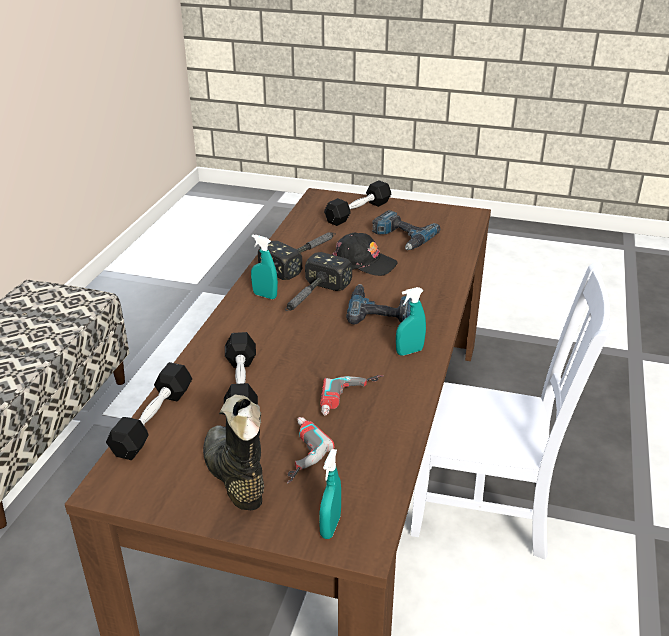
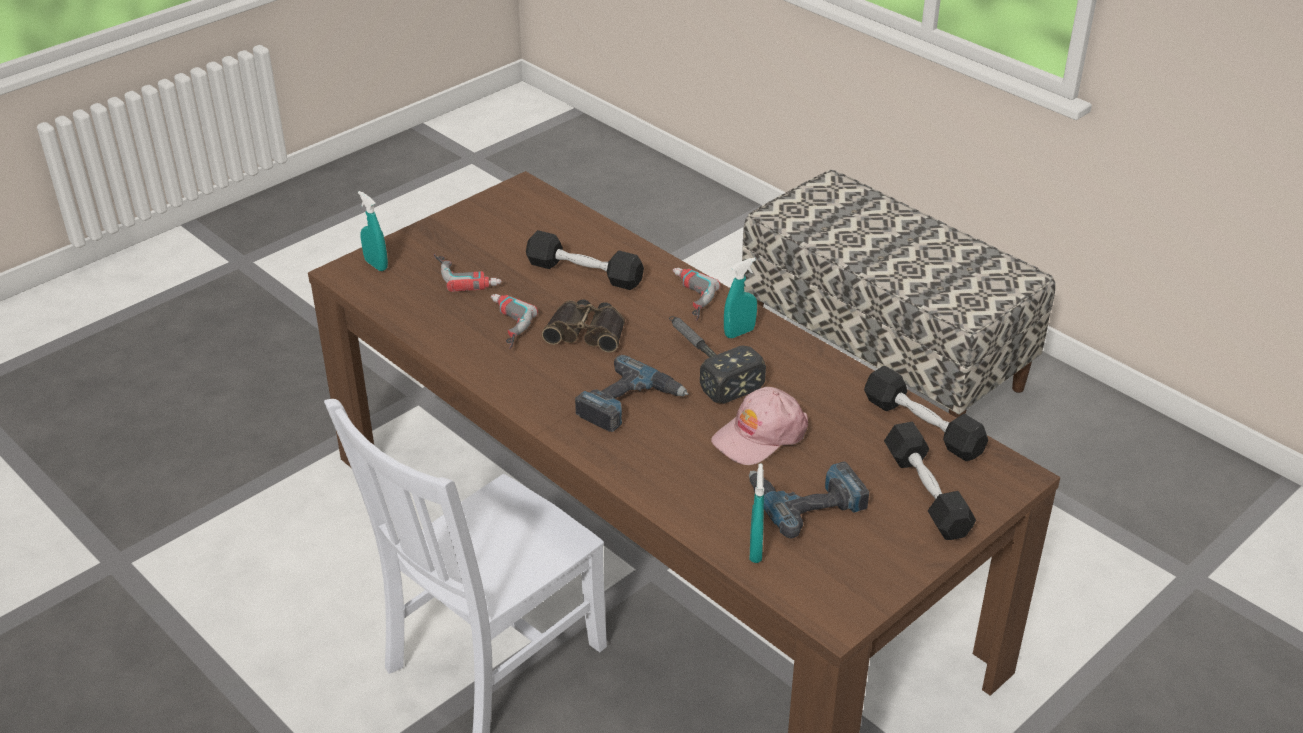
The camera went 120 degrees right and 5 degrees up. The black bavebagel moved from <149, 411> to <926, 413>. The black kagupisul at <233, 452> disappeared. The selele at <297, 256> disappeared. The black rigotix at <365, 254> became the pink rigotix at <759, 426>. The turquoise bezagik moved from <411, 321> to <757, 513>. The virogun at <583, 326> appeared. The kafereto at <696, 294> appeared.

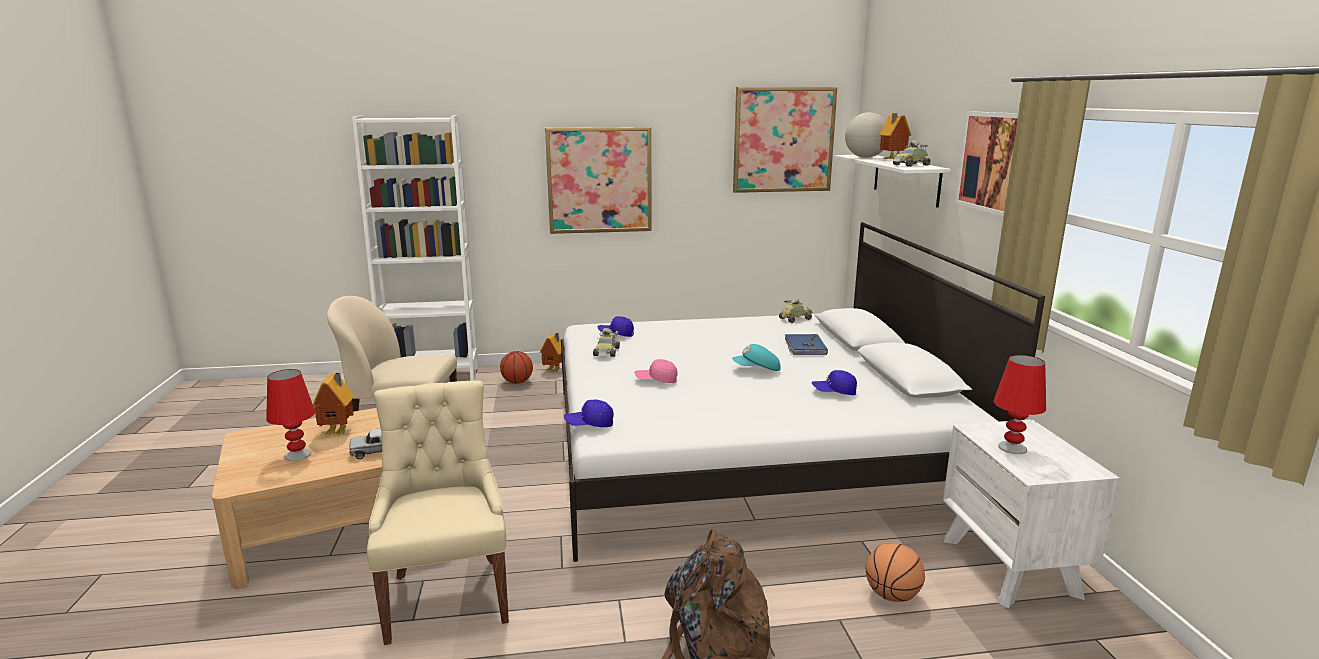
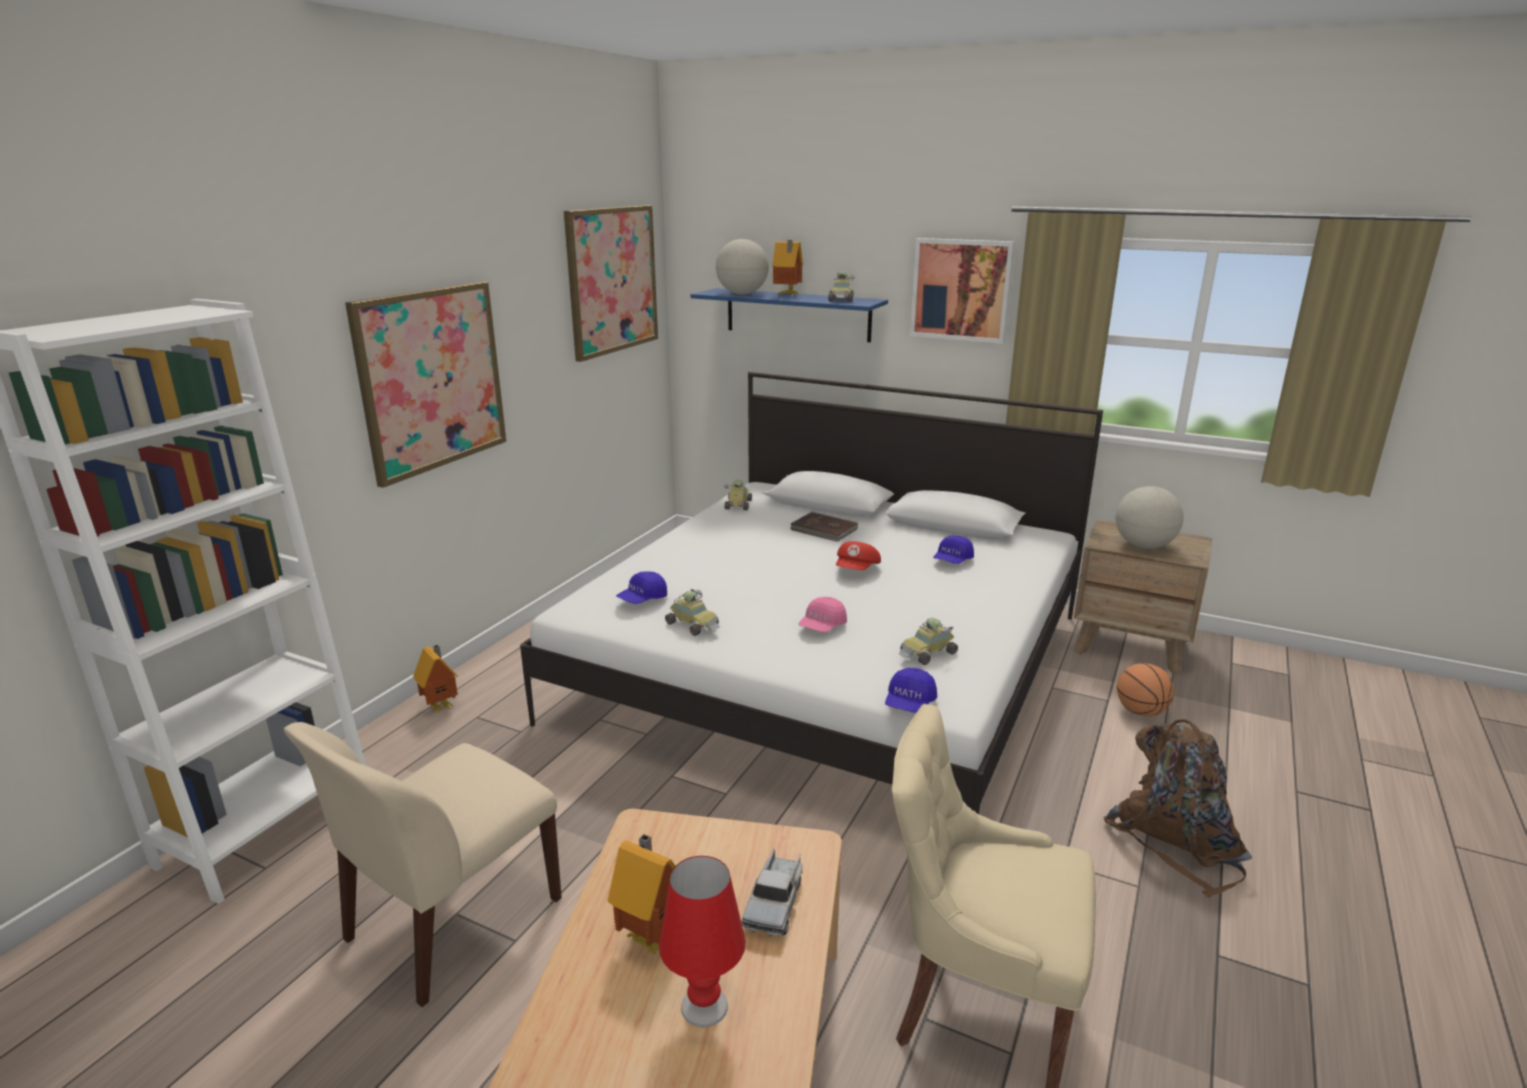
The camera went 55 degrees left and 5 degrees up. The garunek at <516, 367> disappeared. The turquoise rigotix at <756, 357> became the red rigotix at <858, 555>. The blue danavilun at <806, 344> became the brown danavilun at <824, 527>. The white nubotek at <892, 181> became the blue nubotek at <789, 315>. The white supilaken at <1031, 513> became the brown supilaken at <1142, 597>. The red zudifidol at <1020, 404> was replaced by the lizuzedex at <1150, 517>. The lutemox at <928, 641> appeared.

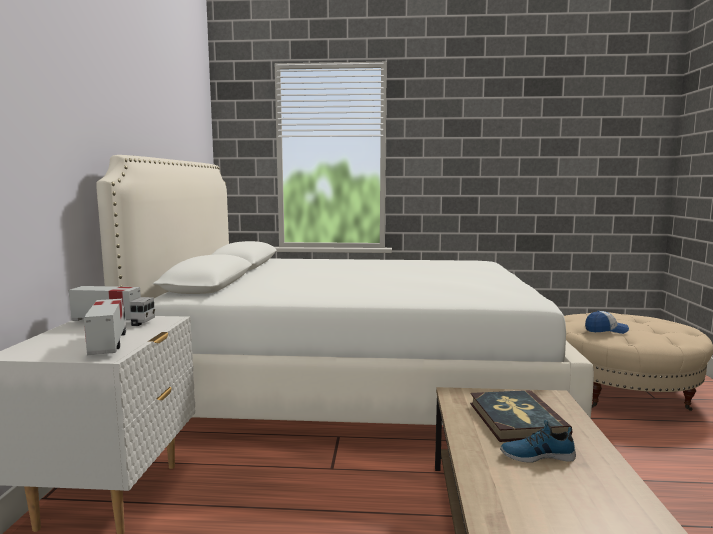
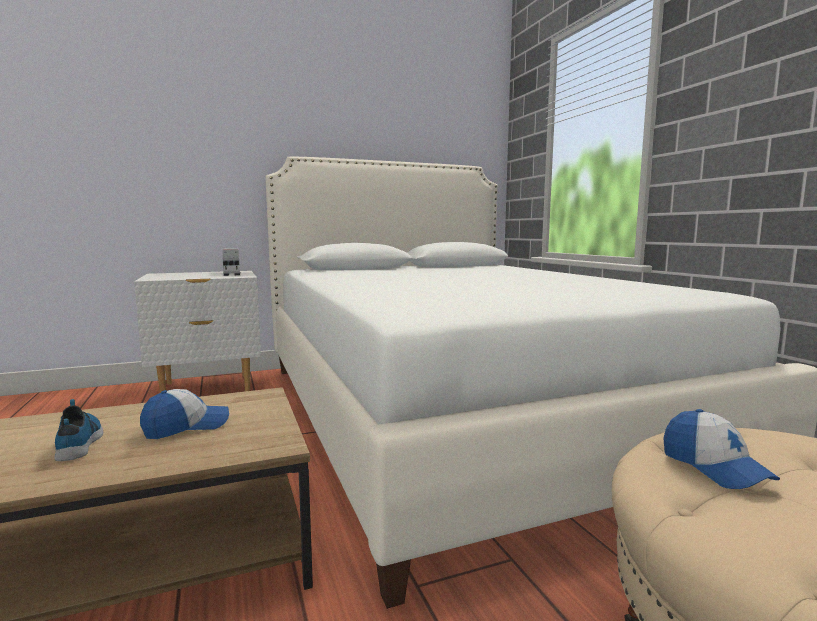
The camera went 65 degrees right and 0 degrees up. The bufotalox at <105, 327> disappeared. The danavilun at <521, 416> was replaced by the rigotix at <184, 414>.

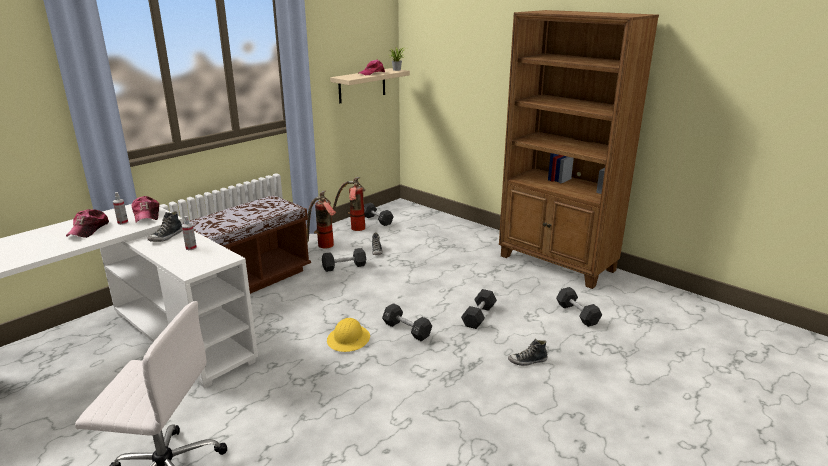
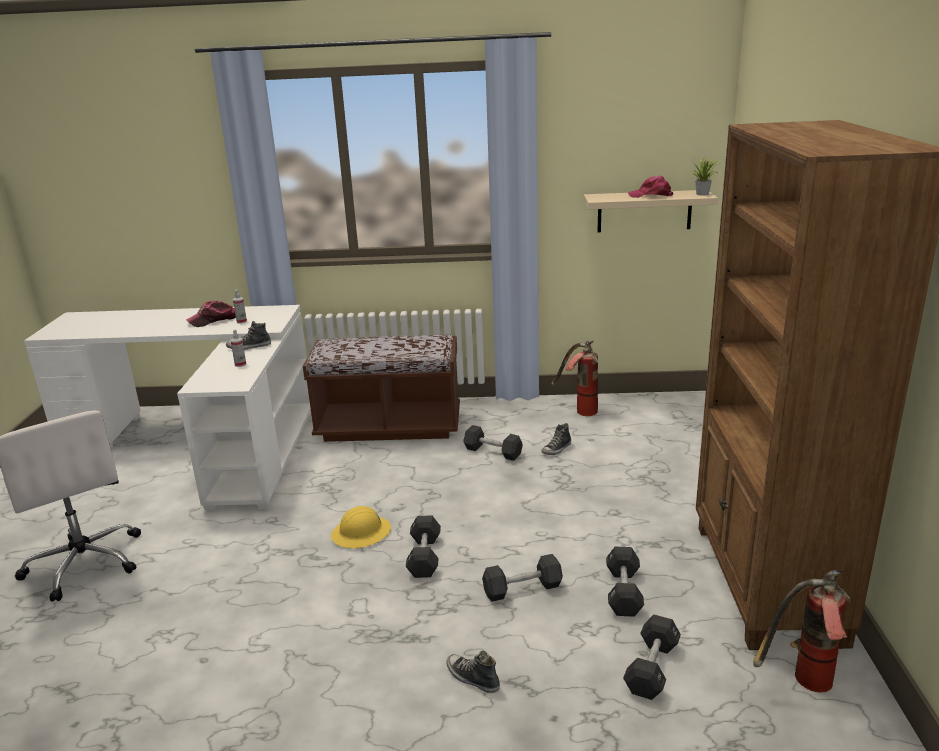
The camera went 50 degrees right and 0 degrees up. The rigotix at <145, 209> disappeared. The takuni moved from <321, 220> to <801, 631>. The black bavebagel moved from <379, 214> to <625, 581>.

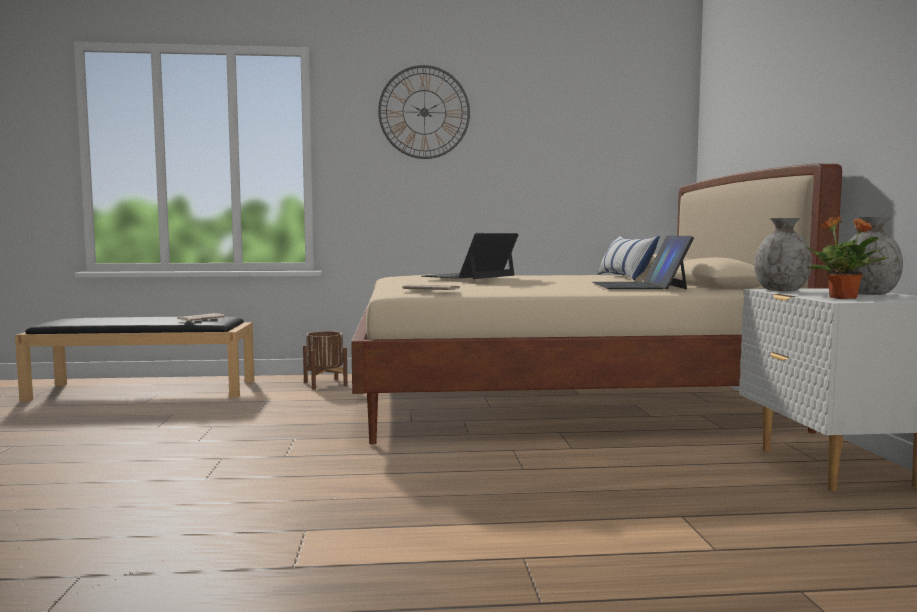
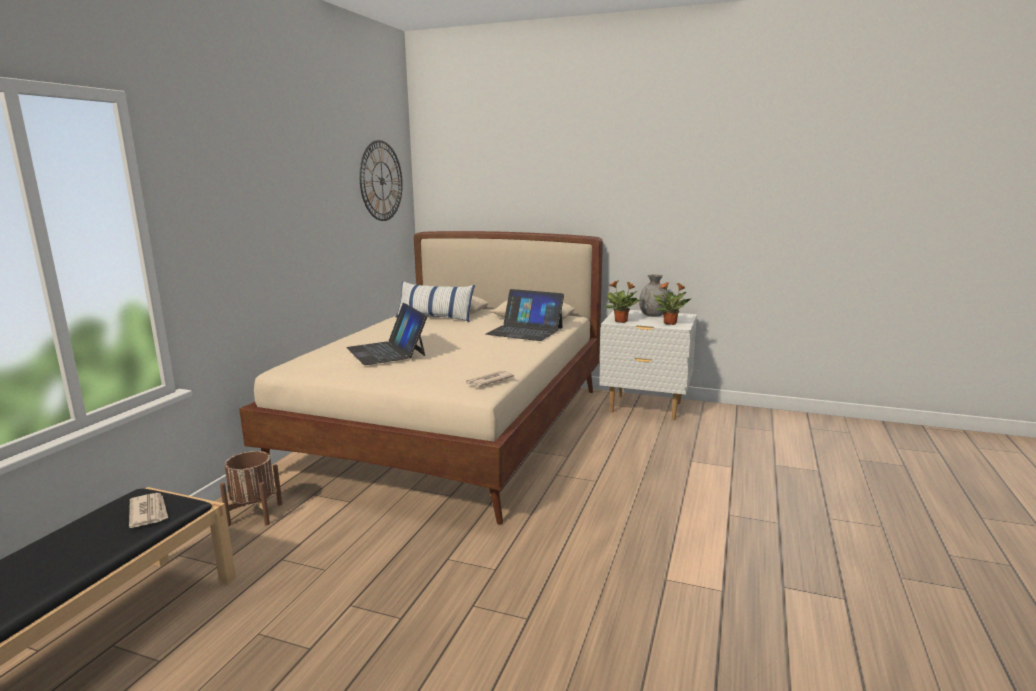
The camera went 65 degrees left and 10 degrees up. The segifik moved from <424, 112> to <381, 180>. The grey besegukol at <783, 254> was replaced by the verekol at <622, 301>.

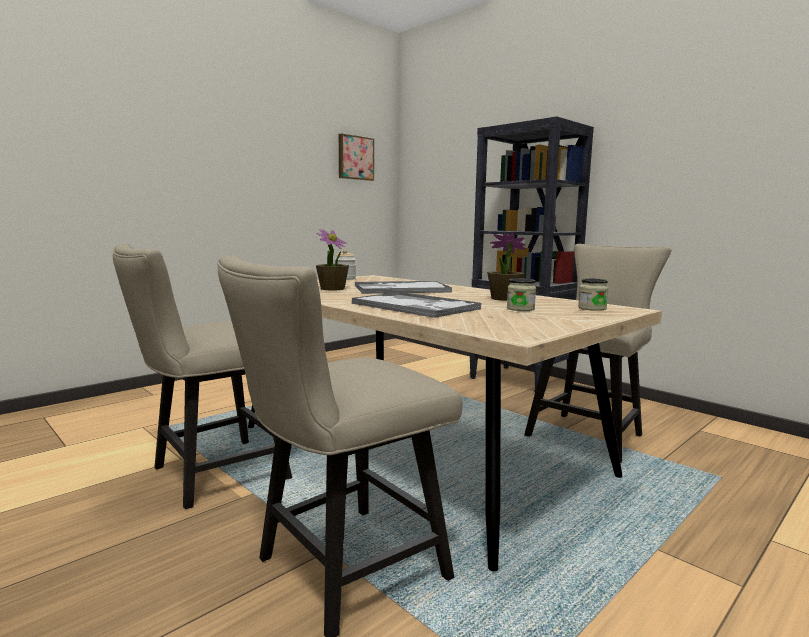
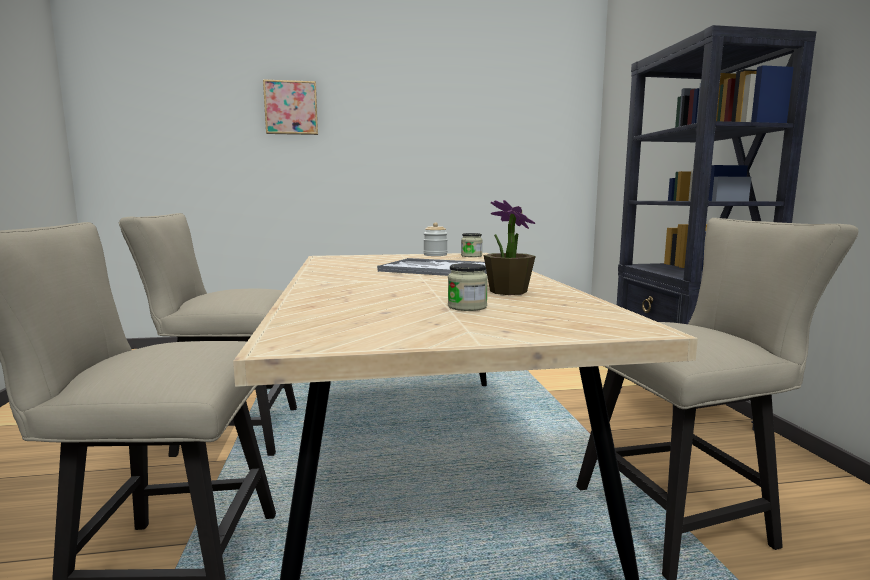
The camera went 35 degrees right and 0 degrees up. The verekol at <332, 260> disappeared. The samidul moved from <356, 157> to <290, 107>. The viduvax at <417, 305> disappeared. The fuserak moved from <593, 294> to <472, 245>.

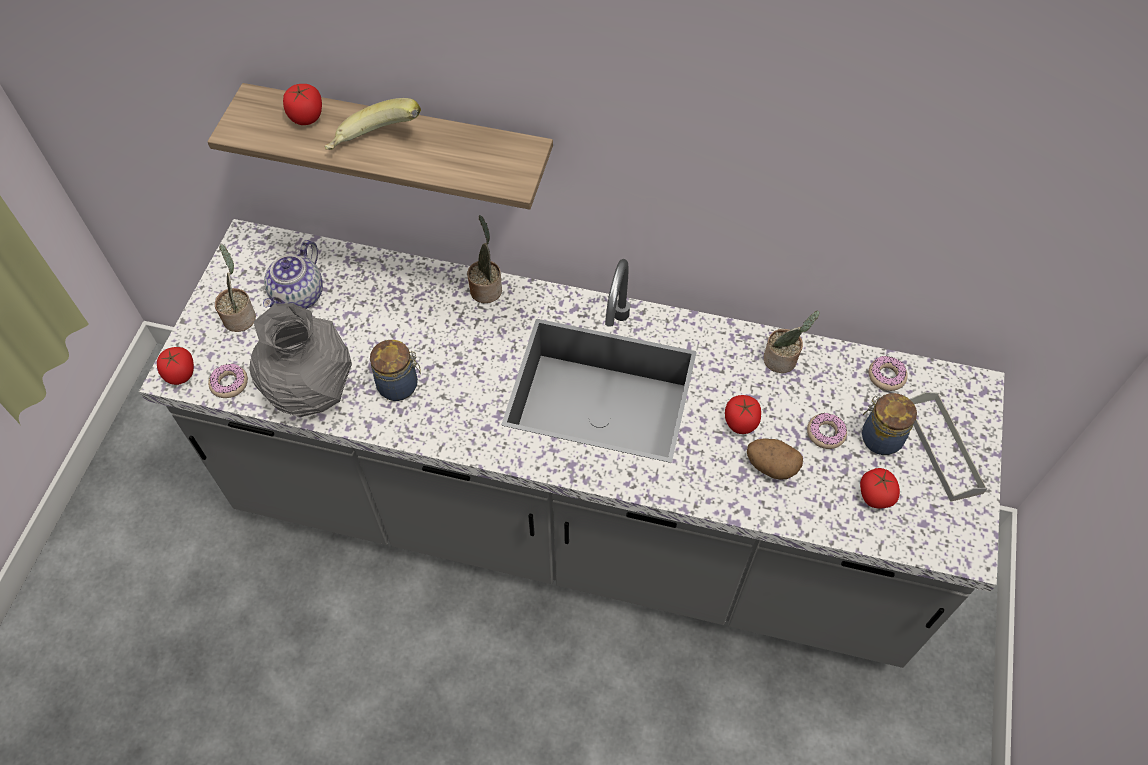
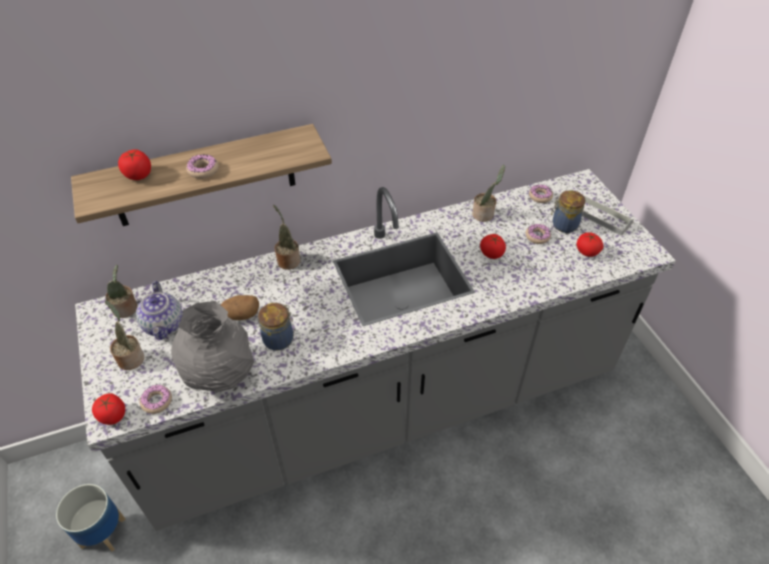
The camera went 35 degrees left and 10 degrees down. The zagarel at <373, 124> was replaced by the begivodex at <202, 166>. The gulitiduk moved from <775, 459> to <240, 307>. The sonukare at <91, 517> appeared. The verekol at <121, 291> appeared.

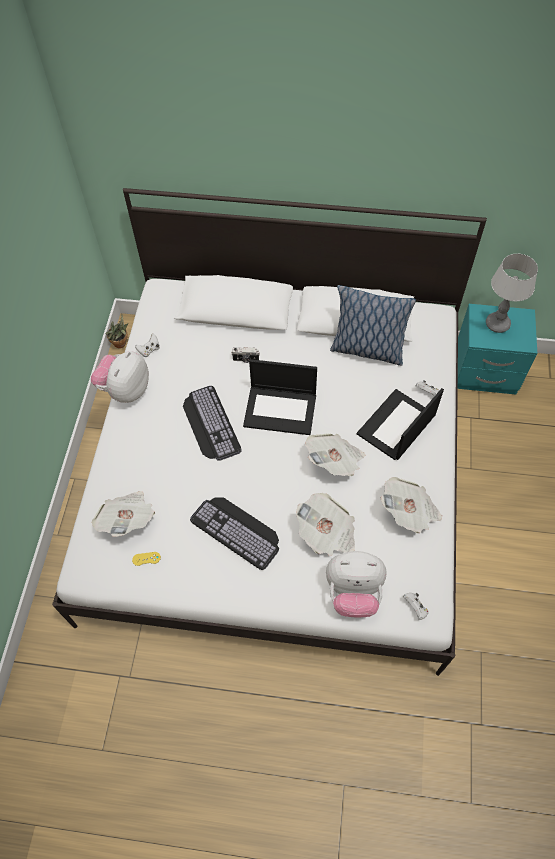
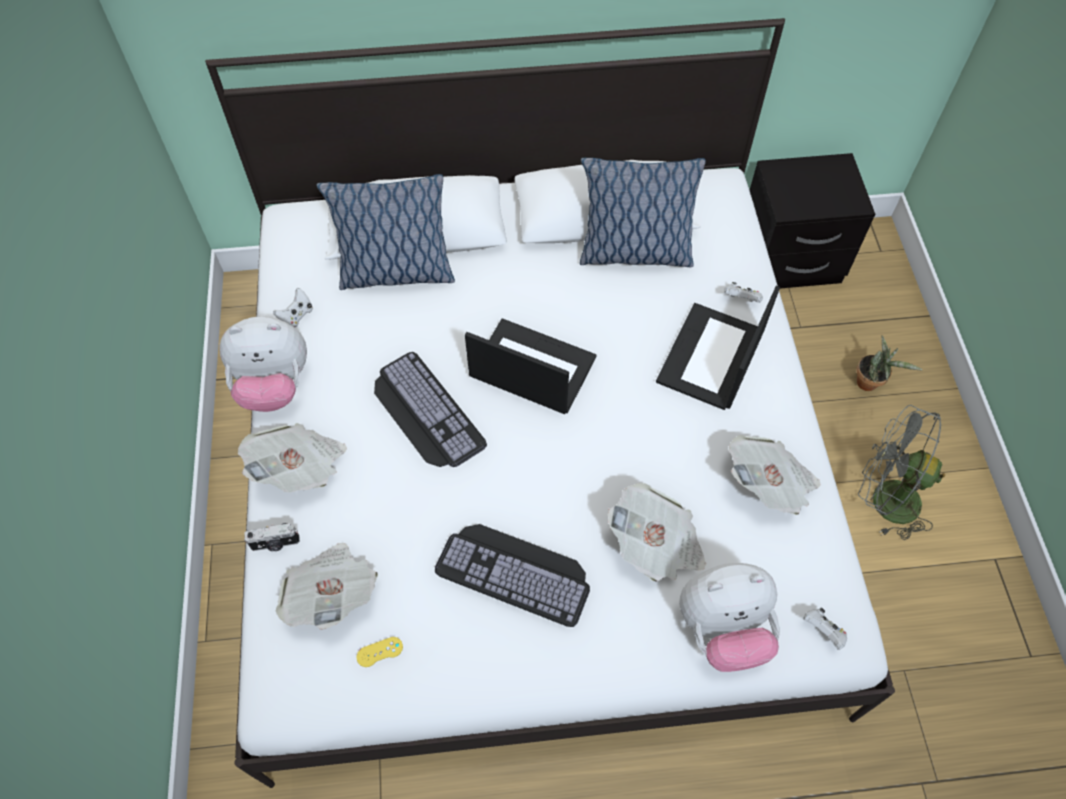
The camera went 15 degrees left and 0 degrees up. The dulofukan at <120, 377> turned 105 degrees counterclockwise. The verekol moved from <117, 331> to <889, 363>. The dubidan moved from <245, 355> to <272, 537>. The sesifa at <280, 397> turned 150 degrees counterclockwise. The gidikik moved from <335, 455> to <292, 458>. The turquoise supilaken at <497, 349> became the black supilaken at <812, 220>. The zudifidol at <512, 293> disappeared. The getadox at <385, 232> appeared. The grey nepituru at <901, 472> appeared.

